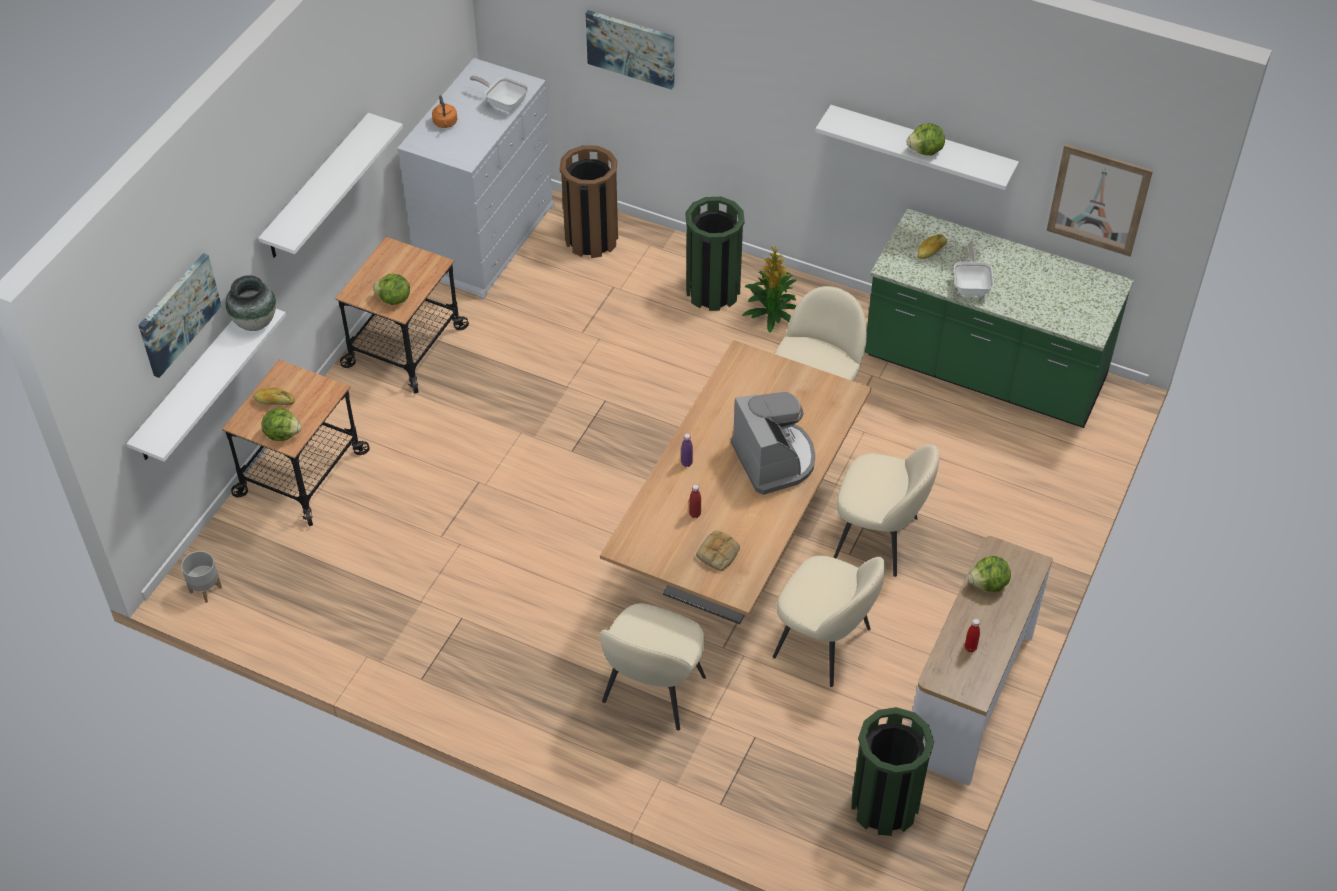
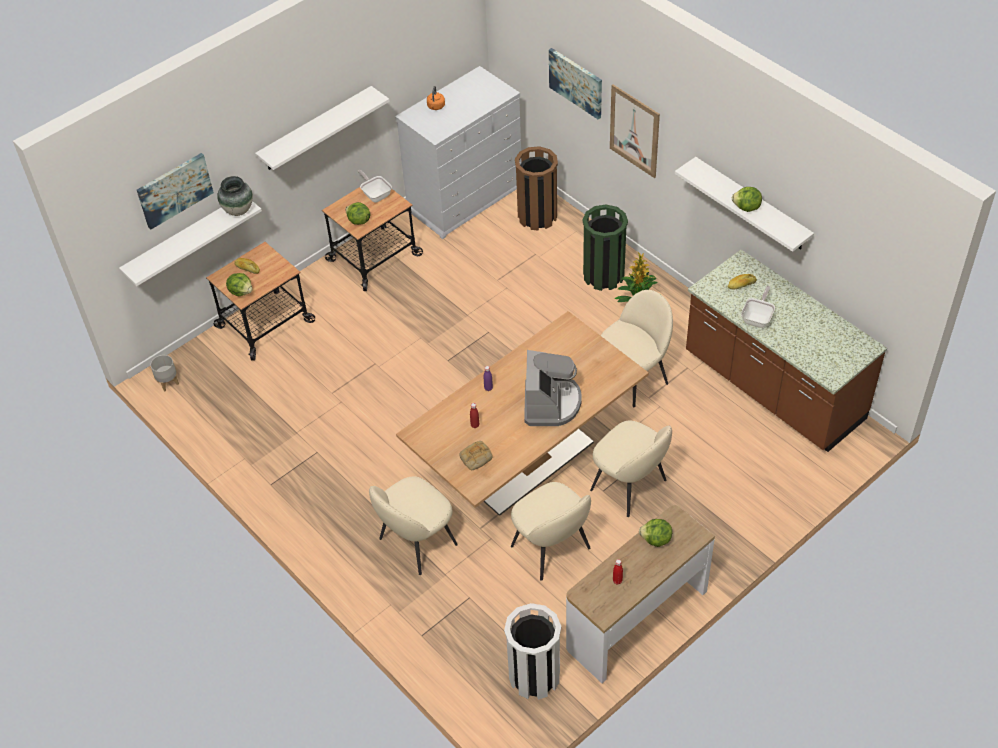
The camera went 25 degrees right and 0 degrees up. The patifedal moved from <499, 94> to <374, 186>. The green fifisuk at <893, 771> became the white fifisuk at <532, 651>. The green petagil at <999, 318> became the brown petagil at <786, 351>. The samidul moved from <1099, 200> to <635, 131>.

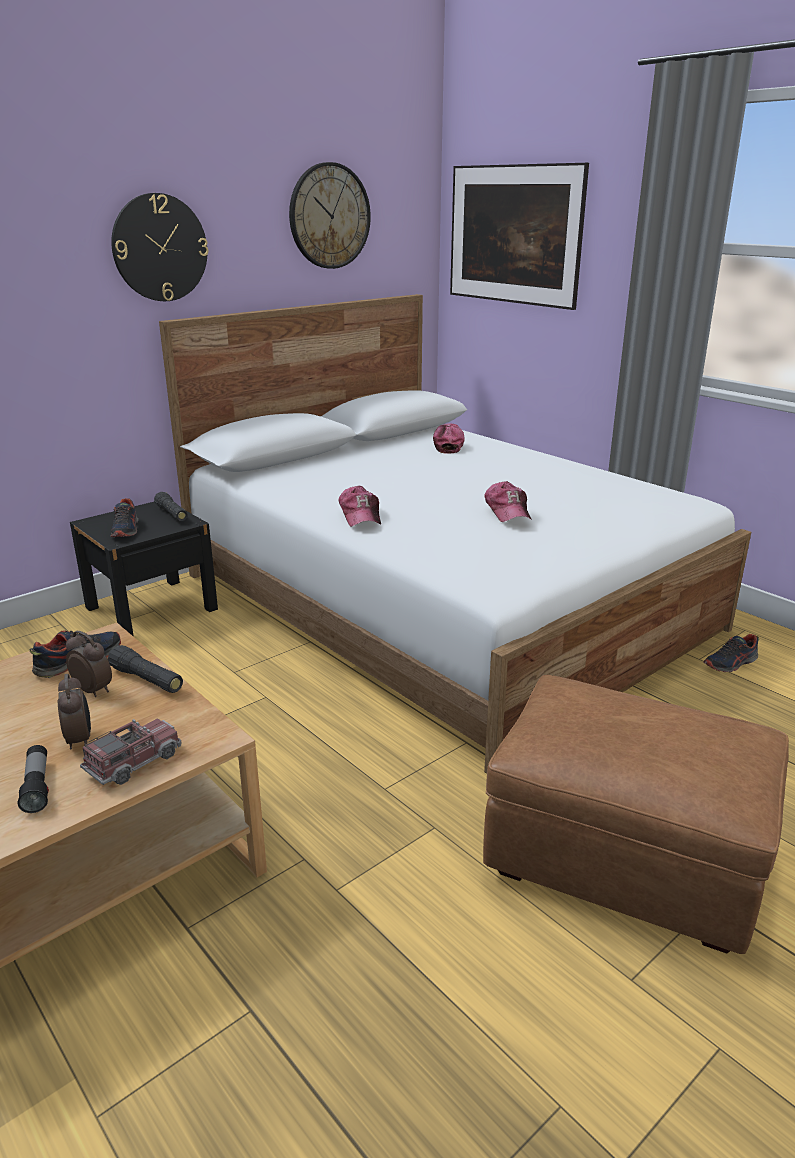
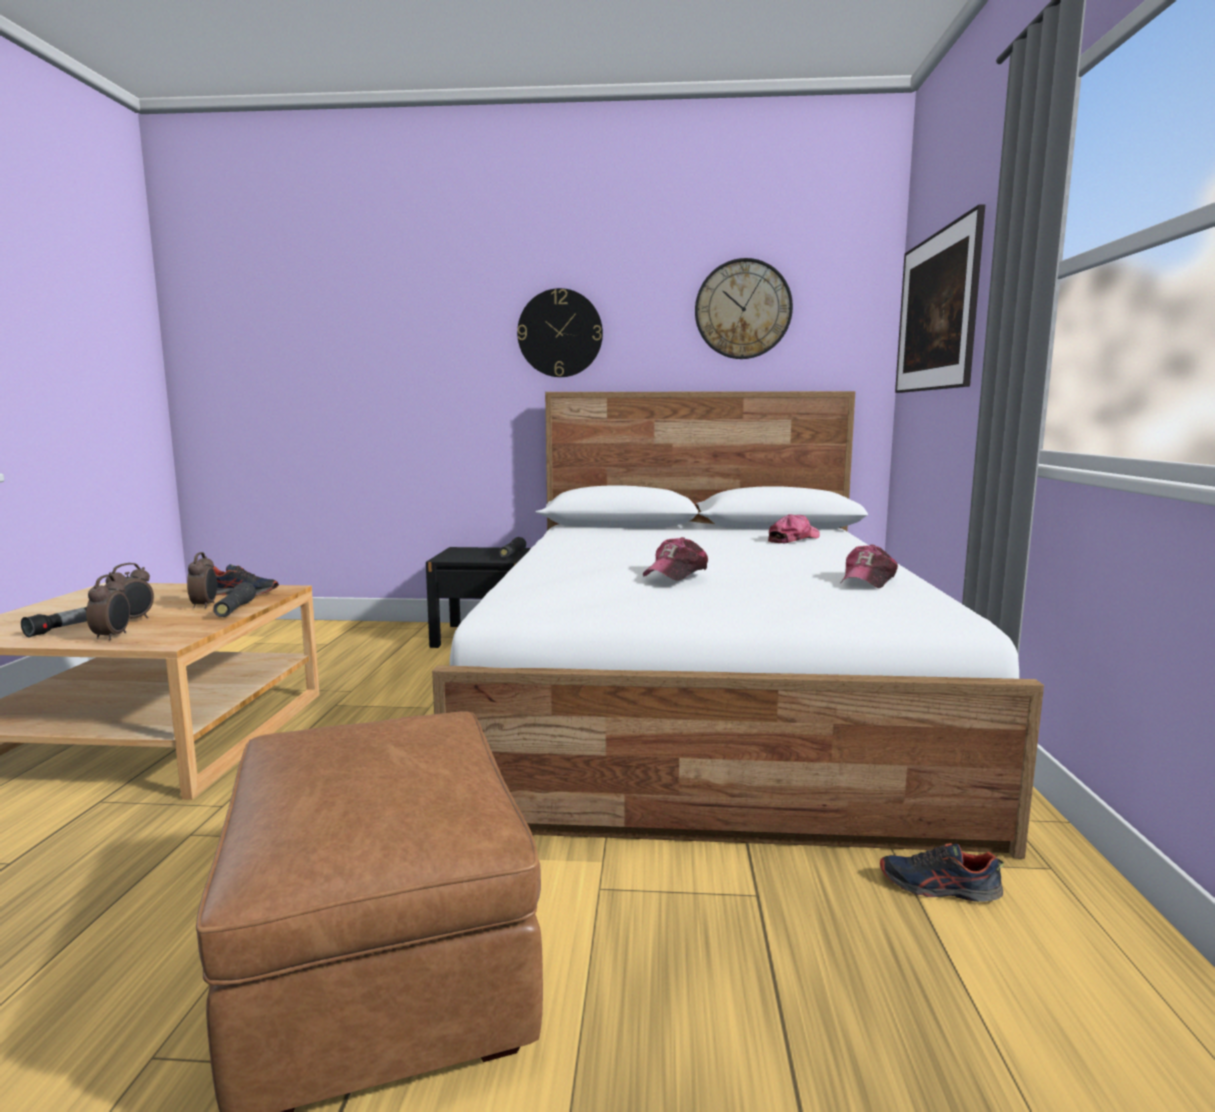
The camera went 45 degrees right and 15 degrees down. The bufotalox at <130, 751> was replaced by the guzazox at <108, 608>. The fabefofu at <124, 517> disappeared. The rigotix moved from <360, 506> to <869, 566>.

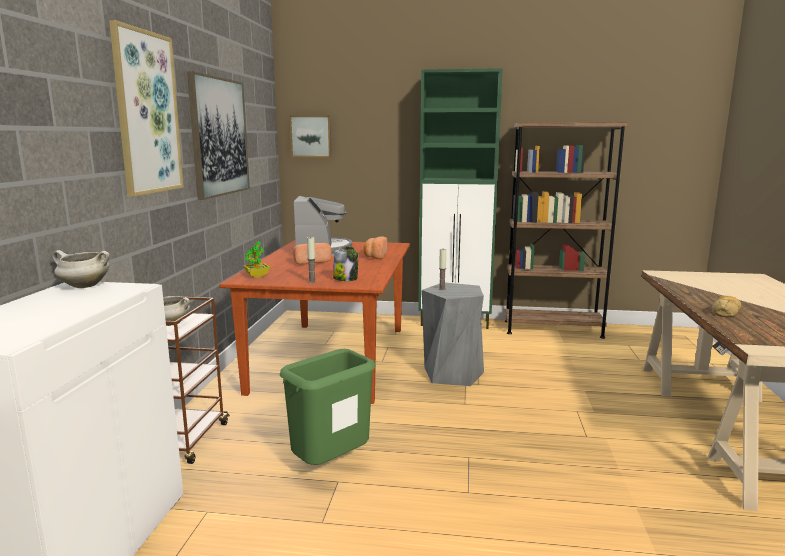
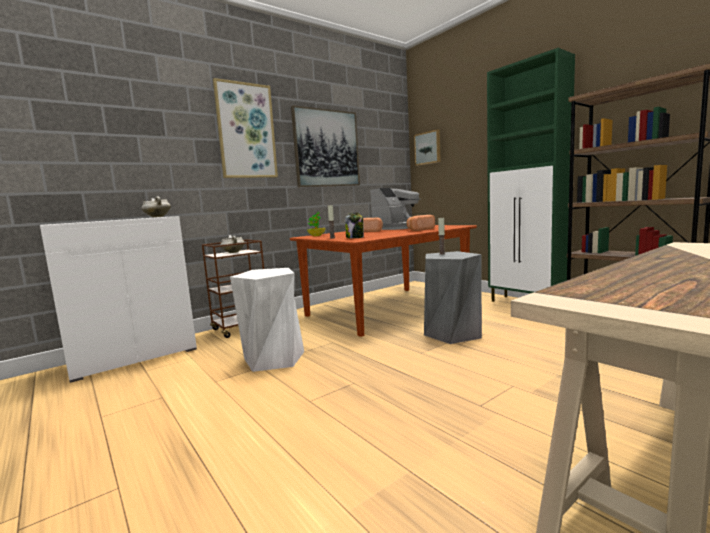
The camera went 45 degrees right and 5 degrees down. The green fifisuk at <328, 407> was replaced by the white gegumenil at <267, 320>. The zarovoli at <726, 306> disappeared.

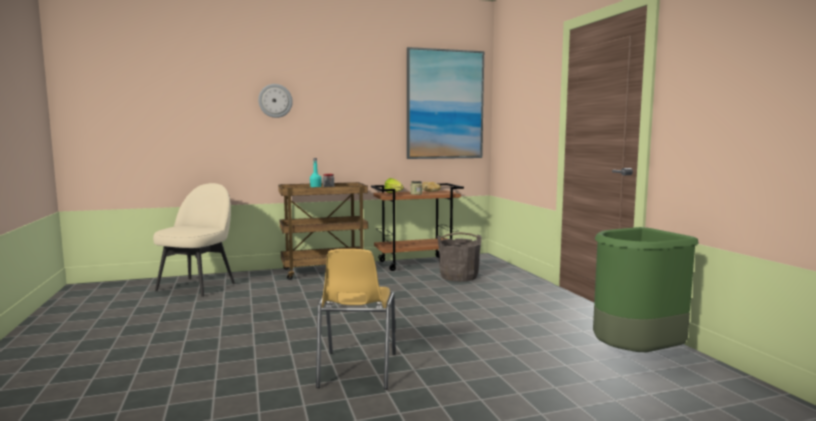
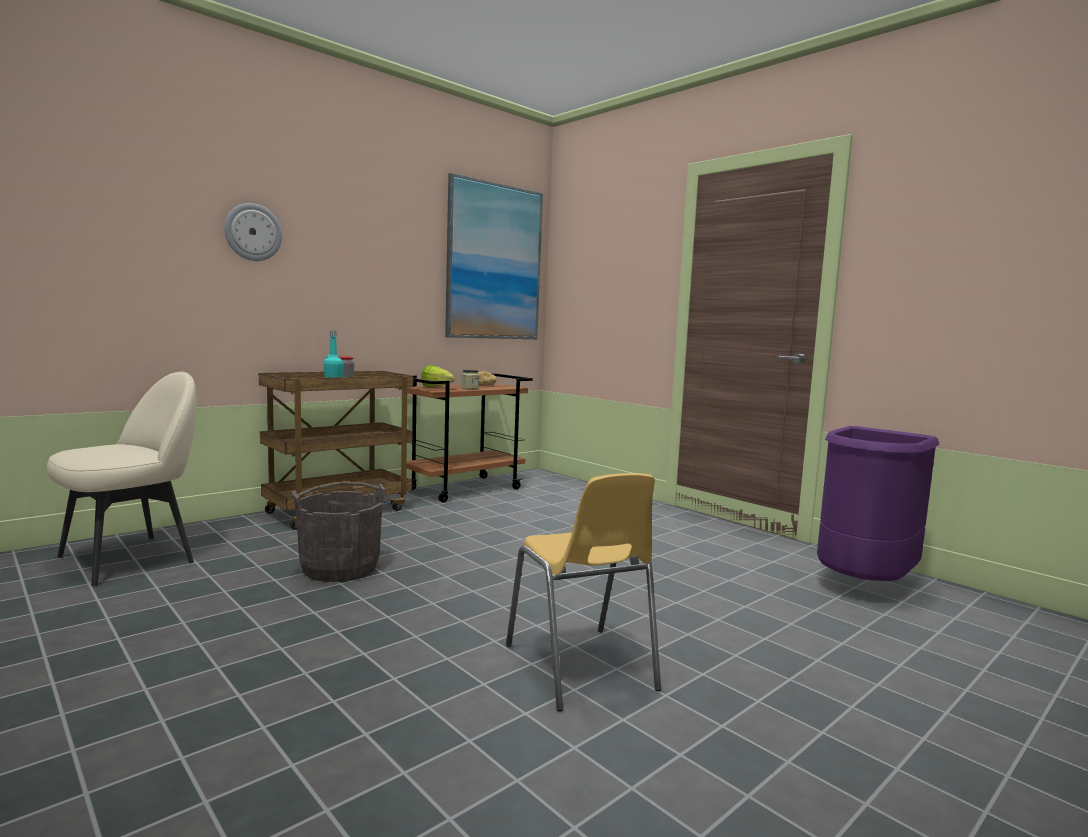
The camera went 25 degrees left and 0 degrees up. The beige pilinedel at <194, 240> turned 45 degrees clockwise. The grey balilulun moved from <459, 257> to <338, 531>. The green fifisuk at <646, 289> became the purple fifisuk at <878, 503>.

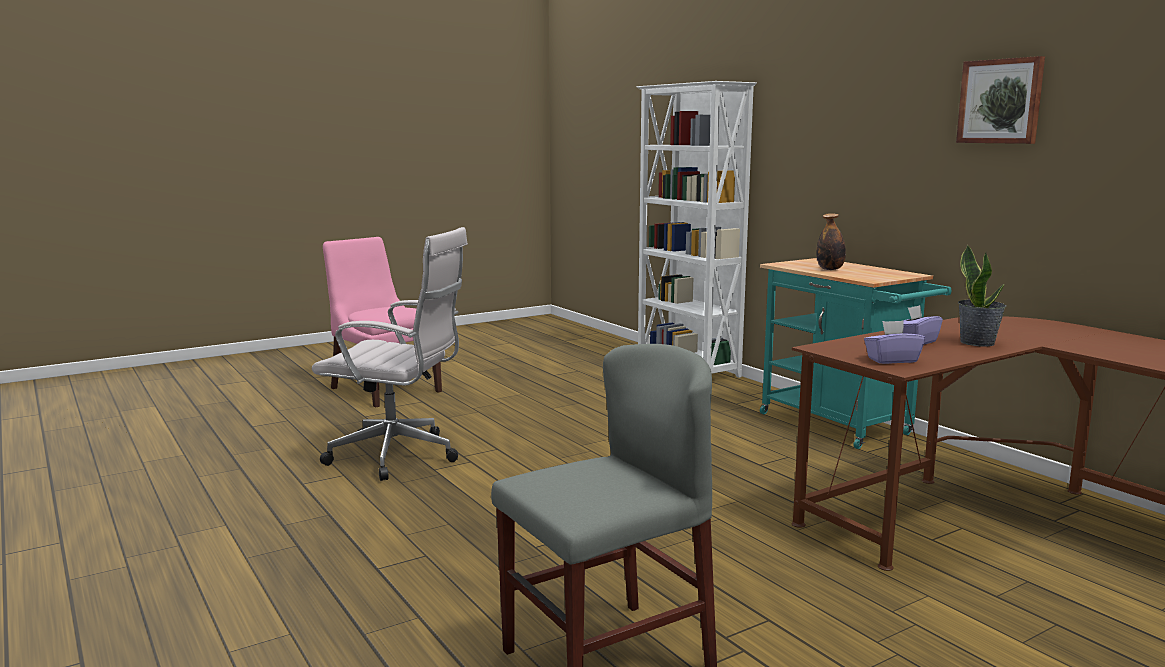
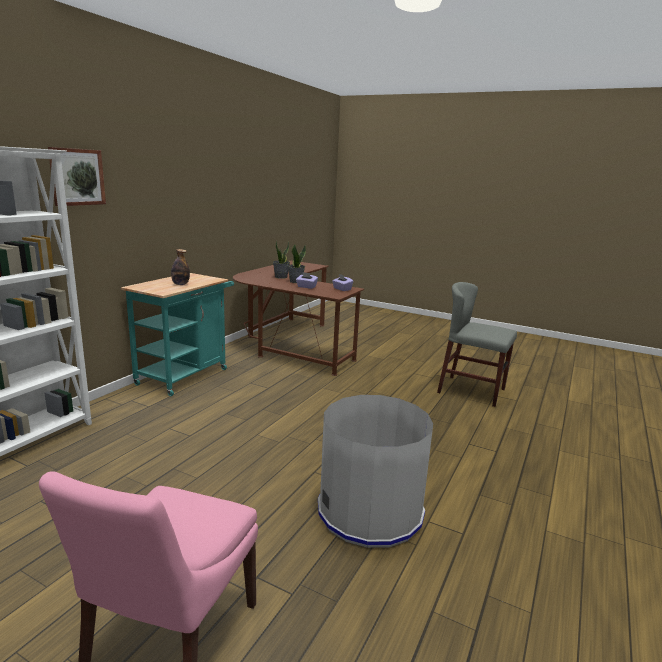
The camera went 120 degrees left and 5 degrees up. The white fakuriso at <390, 354> was replaced by the grey fifisuk at <375, 471>. The samidul moved from <1000, 100> to <77, 176>. The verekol at <281, 259> appeared.

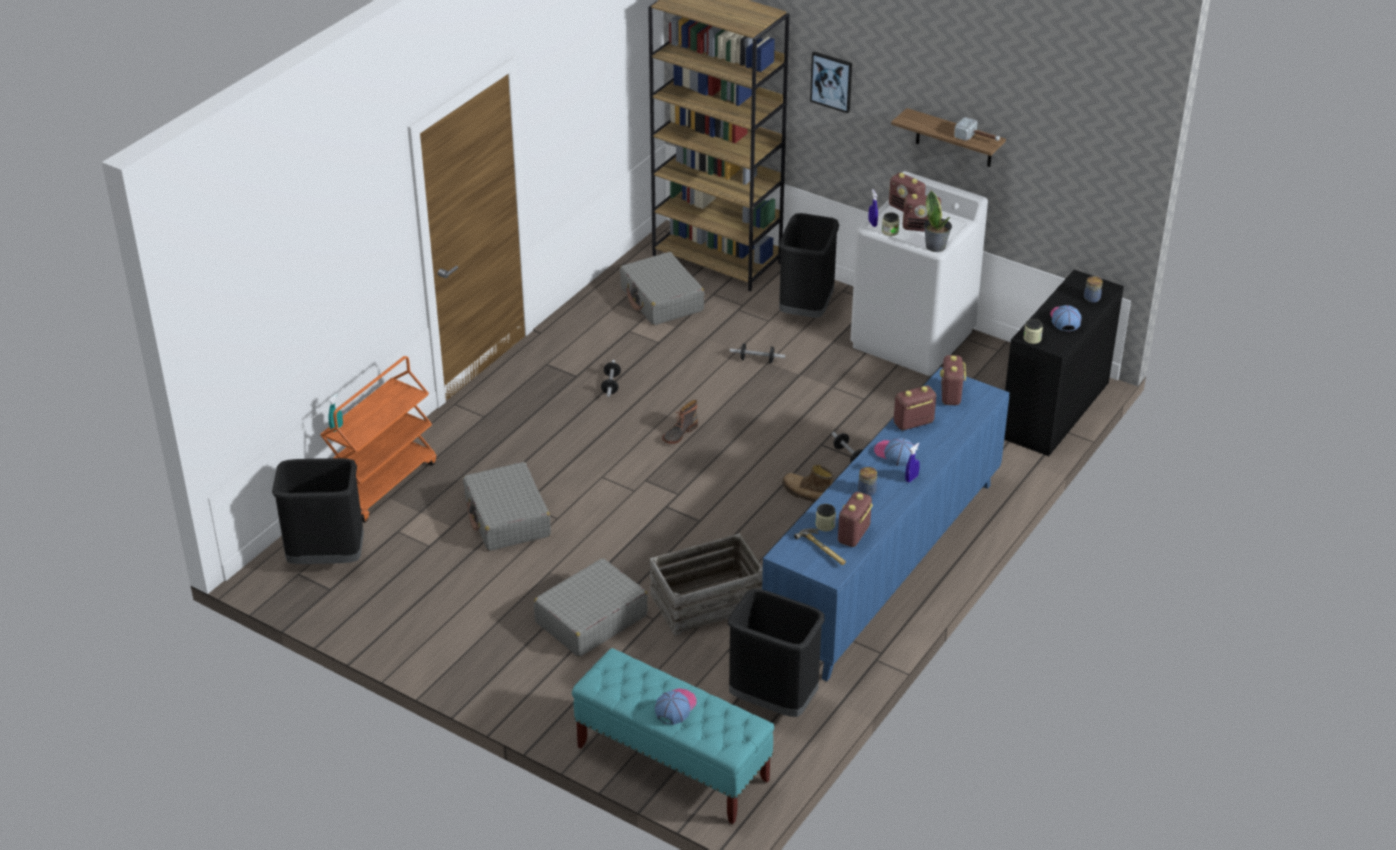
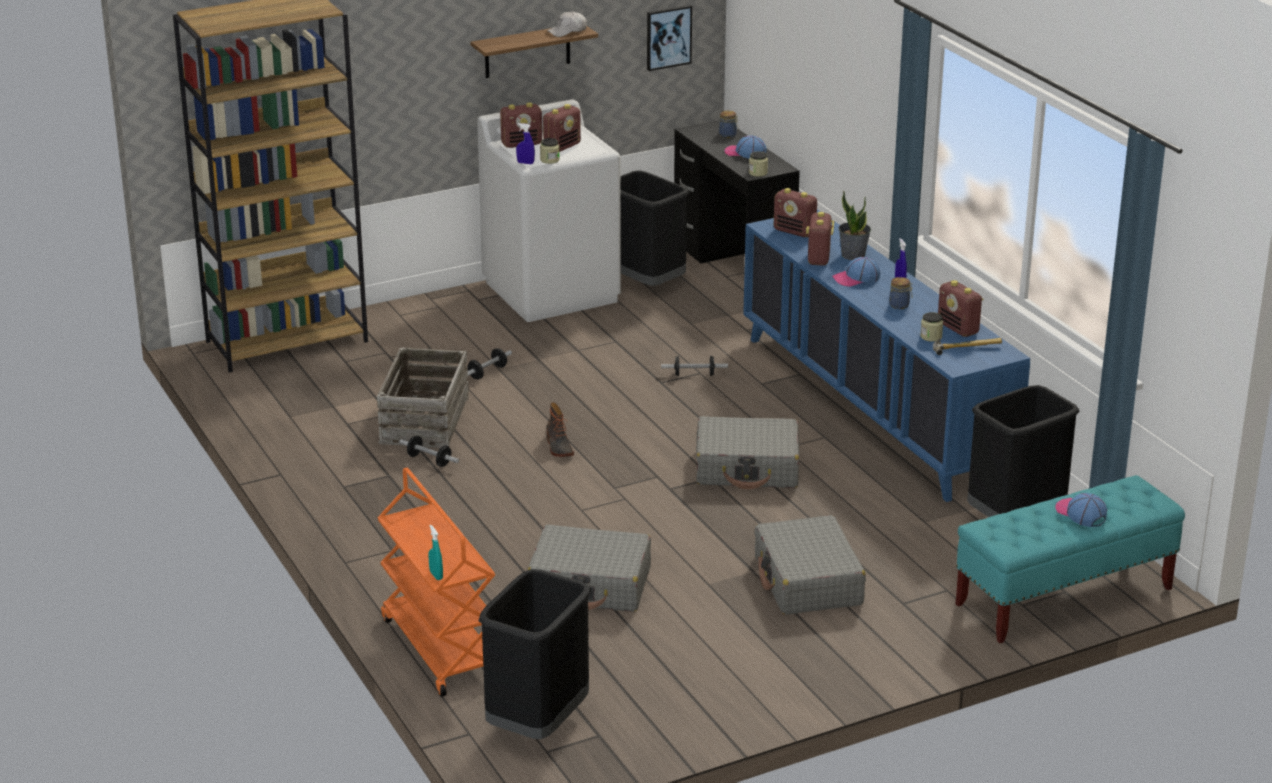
The camera went 60 degrees left and 10 degrees down. The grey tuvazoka moved from <662, 288> to <747, 452>. The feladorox moved from <706, 584> to <423, 398>. The black fifisuk moved from <809, 265> to <655, 228>. The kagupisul at <807, 484> disappeared. The samidul moved from <831, 82> to <669, 38>. The verekol moved from <938, 221> to <855, 225>. The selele at <977, 129> was replaced by the white rigotix at <567, 24>.

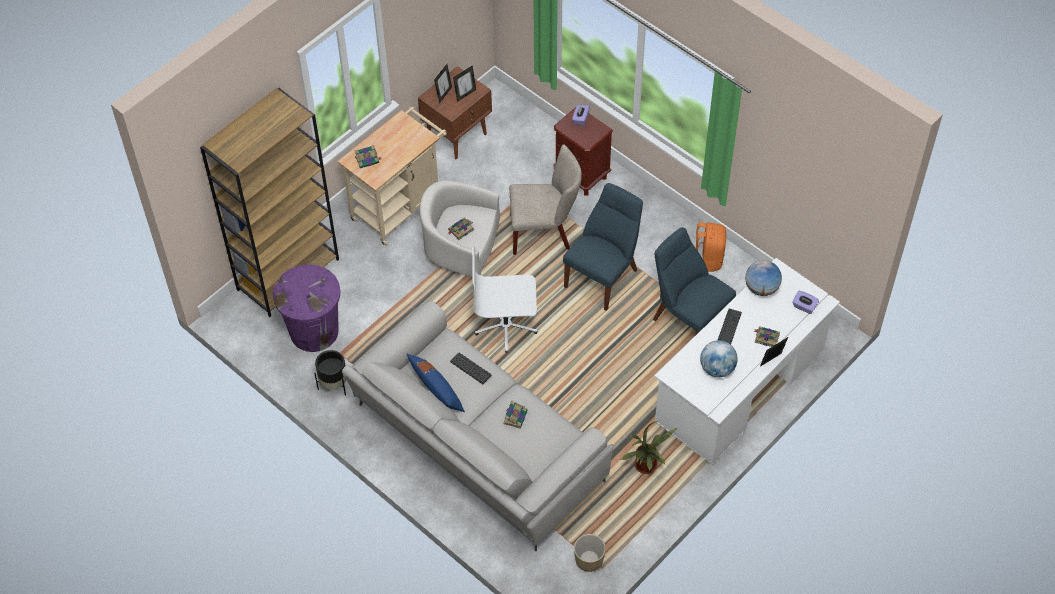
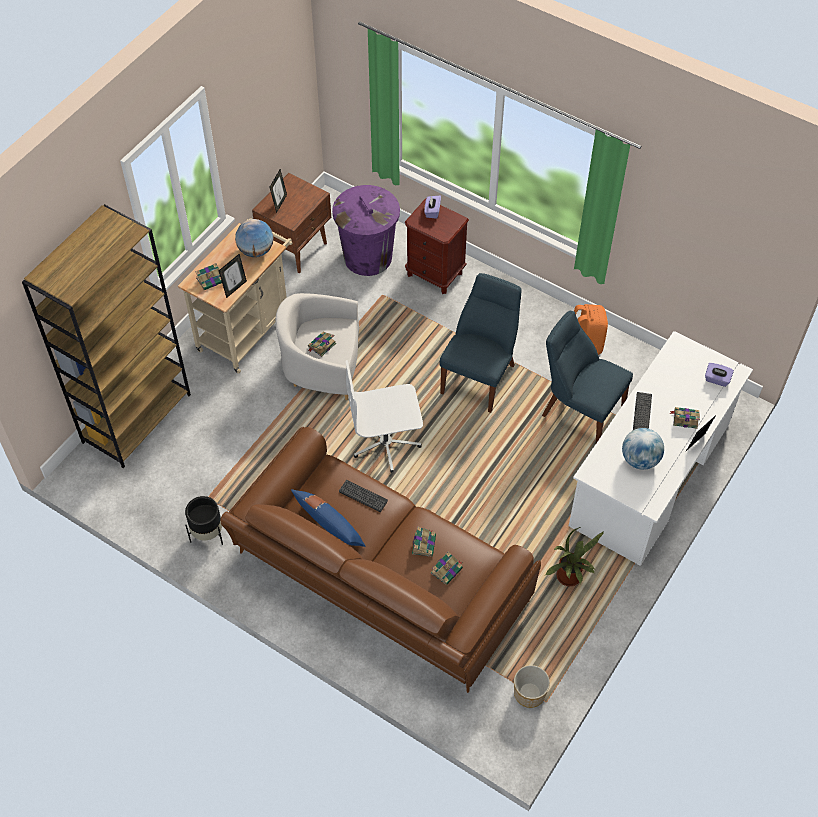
The camera went 10 degrees left and 0 degrees up. The purple fifisuk moved from <306, 308> to <366, 230>. The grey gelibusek at <477, 426> became the brown gelibusek at <380, 560>. The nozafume moved from <464, 83> to <233, 276>. The beige pilinedel at <545, 199> disappeared. The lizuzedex moved from <763, 278> to <254, 238>. The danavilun at <447, 568> appeared.

